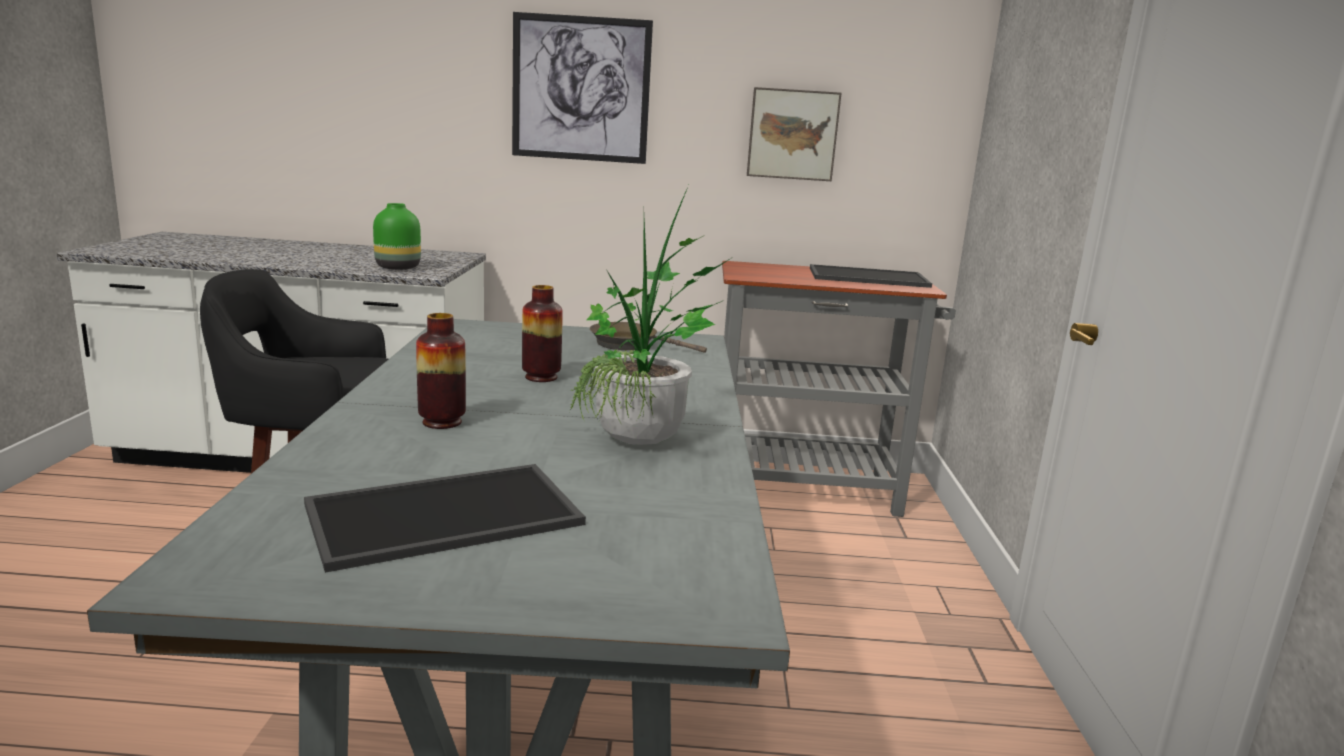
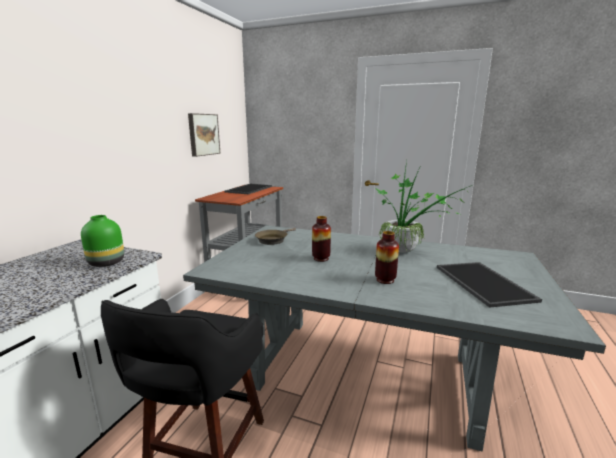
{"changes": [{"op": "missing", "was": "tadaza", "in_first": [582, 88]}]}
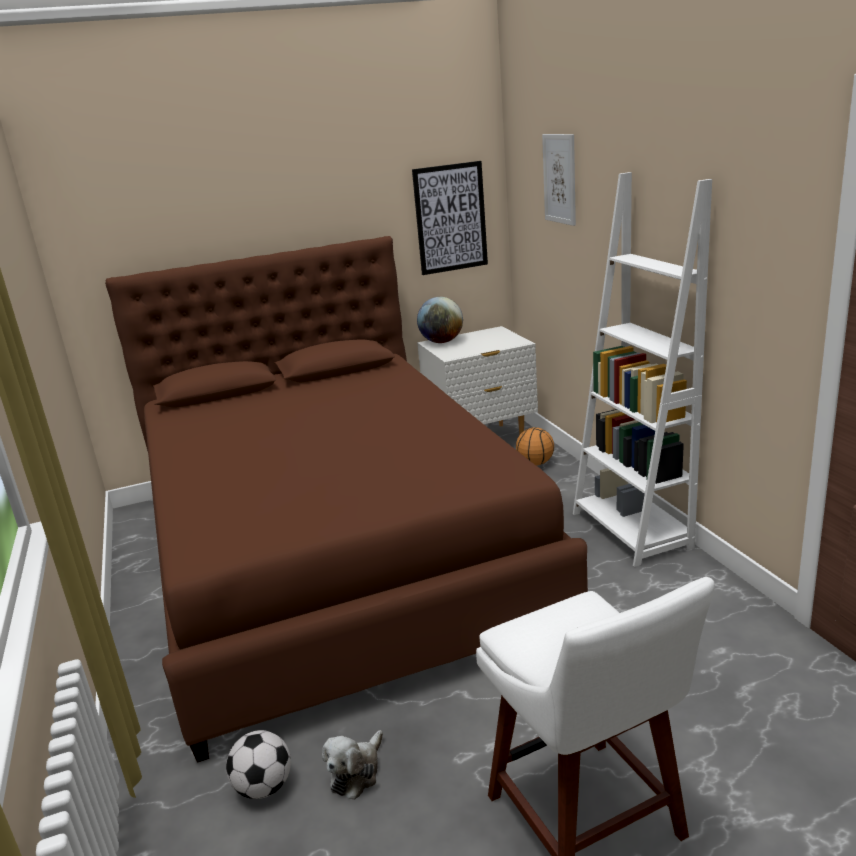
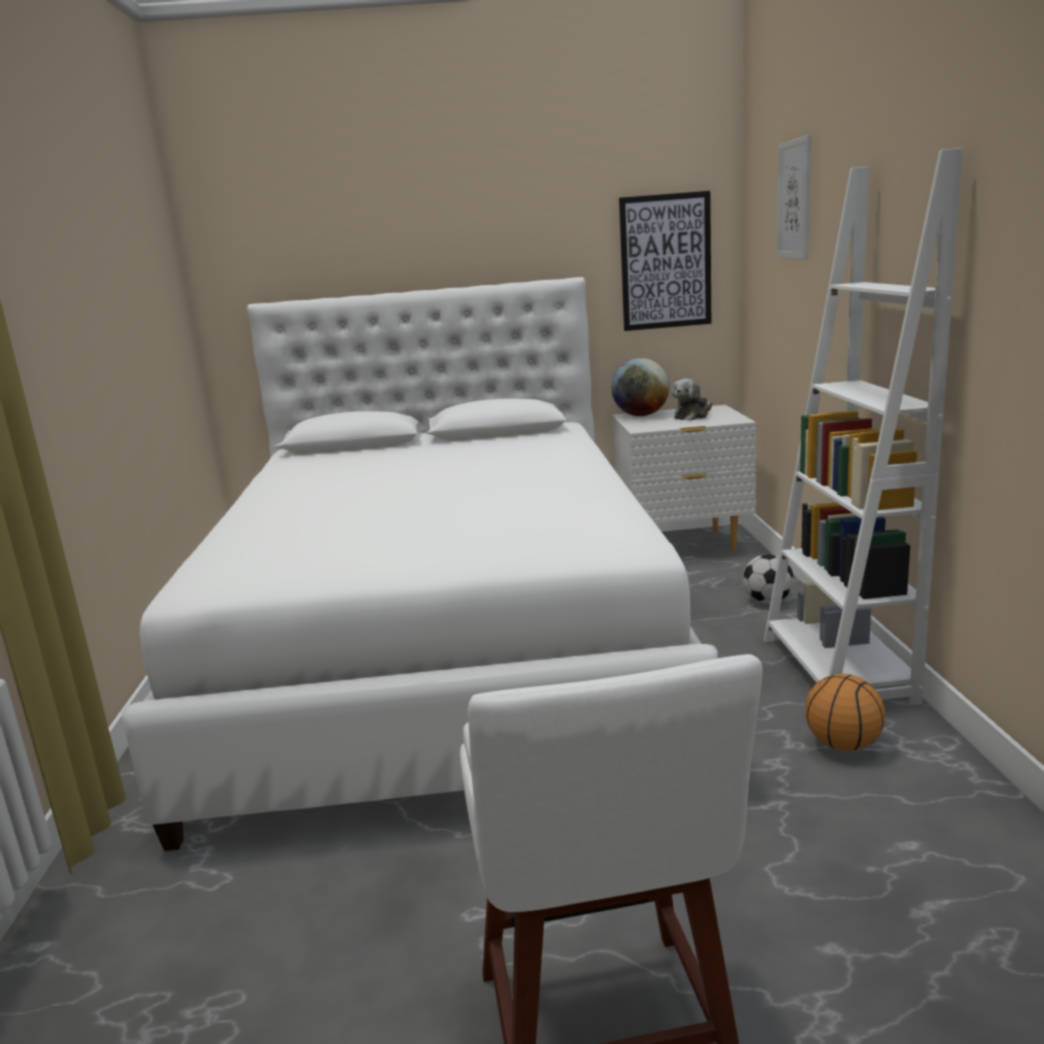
{"changes": [{"op": "colour", "was": "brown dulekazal", "now": "white dulekazal", "in_first": [346, 499], "in_second": [420, 564]}, {"op": "relocated", "was": "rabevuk", "in_first": [352, 765], "in_second": [692, 400]}, {"op": "relocated", "was": "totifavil", "in_first": [258, 764], "in_second": [768, 579]}, {"op": "relocated", "was": "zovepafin", "in_first": [535, 446], "in_second": [845, 712]}]}
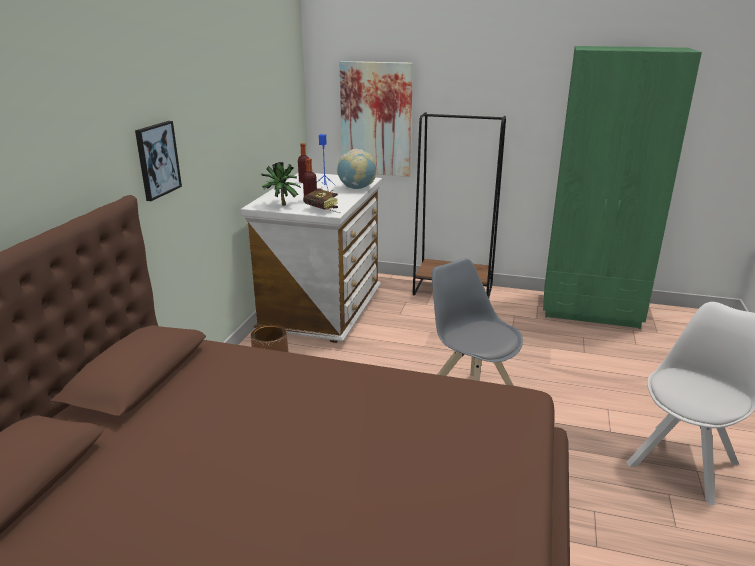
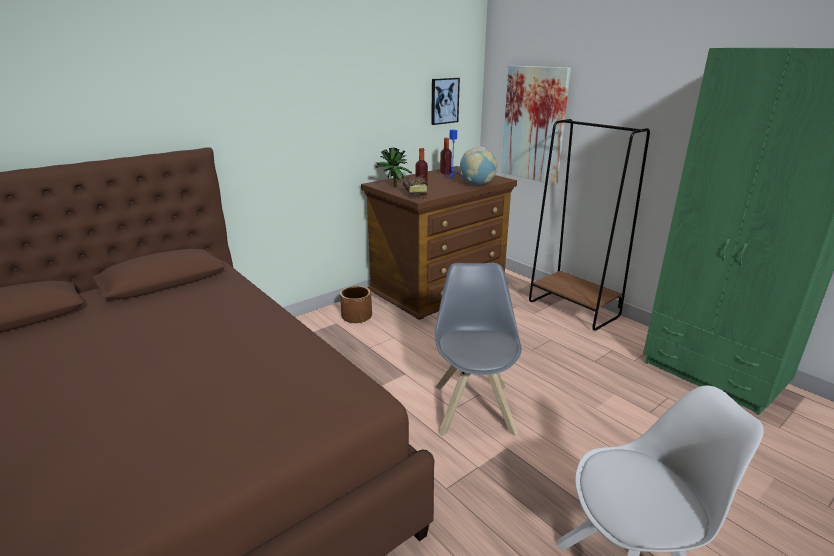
{"changes": [{"op": "colour", "was": "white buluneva", "now": "brown buluneva", "in_first": [311, 258], "in_second": [439, 243]}, {"op": "relocated", "was": "tadaza", "in_first": [158, 161], "in_second": [445, 101]}]}
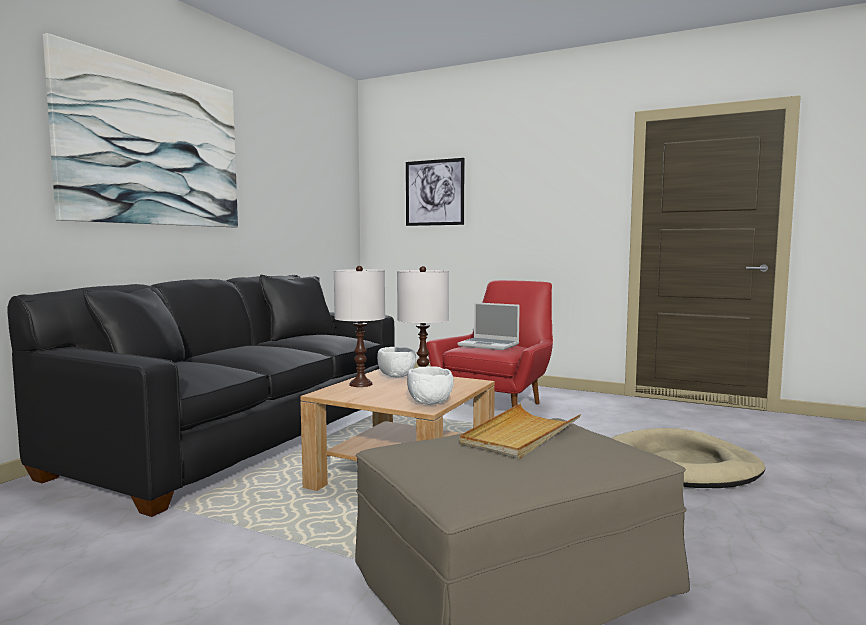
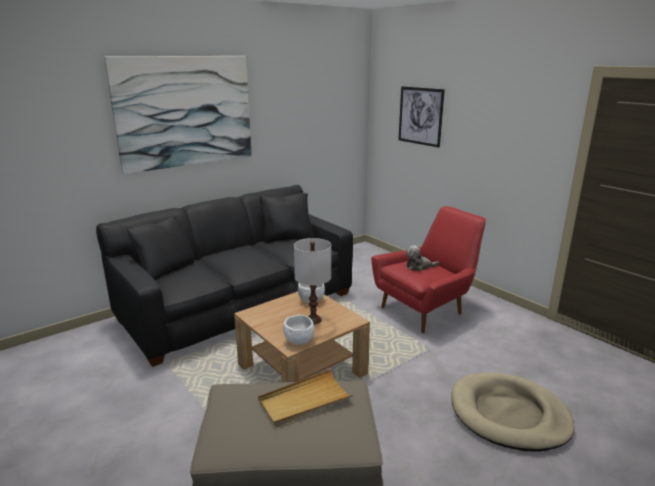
{"changes": [{"op": "exchanged", "was": "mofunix", "now": "rabevuk", "in_first": [489, 326], "in_second": [422, 258]}, {"op": "missing", "was": "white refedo", "in_first": [359, 326]}]}
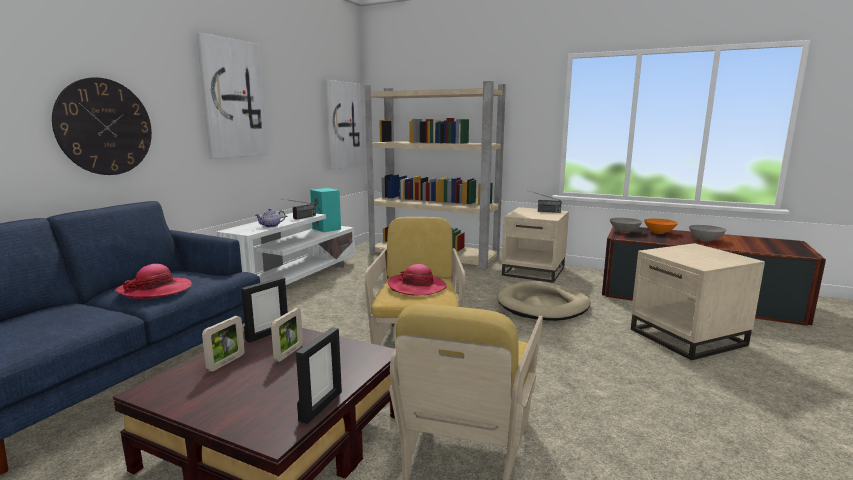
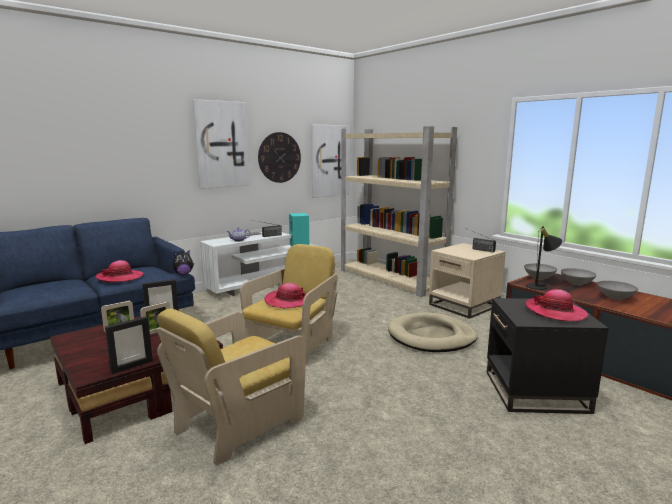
{"changes": [{"op": "appeared", "now": "rabevuk", "in_second": [183, 262]}, {"op": "relocated", "was": "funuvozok", "in_first": [102, 126], "in_second": [279, 157]}, {"op": "colour", "was": "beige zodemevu", "now": "black zodemevu", "in_first": [698, 301], "in_second": [548, 356]}, {"op": "appeared", "now": "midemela", "in_second": [557, 305]}, {"op": "appeared", "now": "black refedo", "in_second": [544, 258]}, {"op": "colour", "was": "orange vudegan", "now": "grey vudegan", "in_first": [661, 226], "in_second": [578, 277]}]}
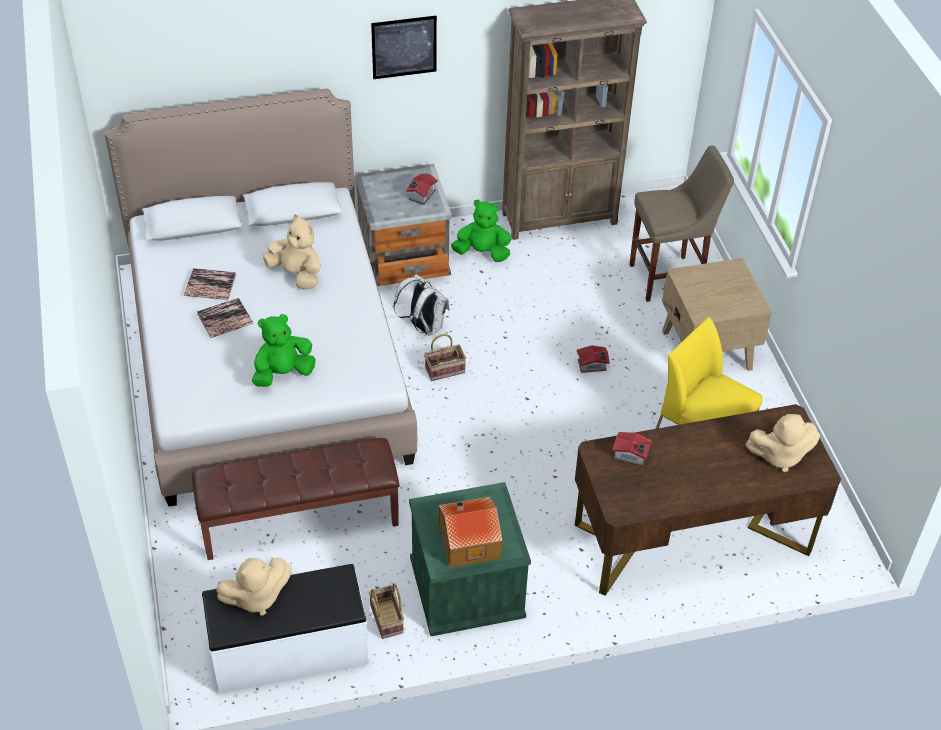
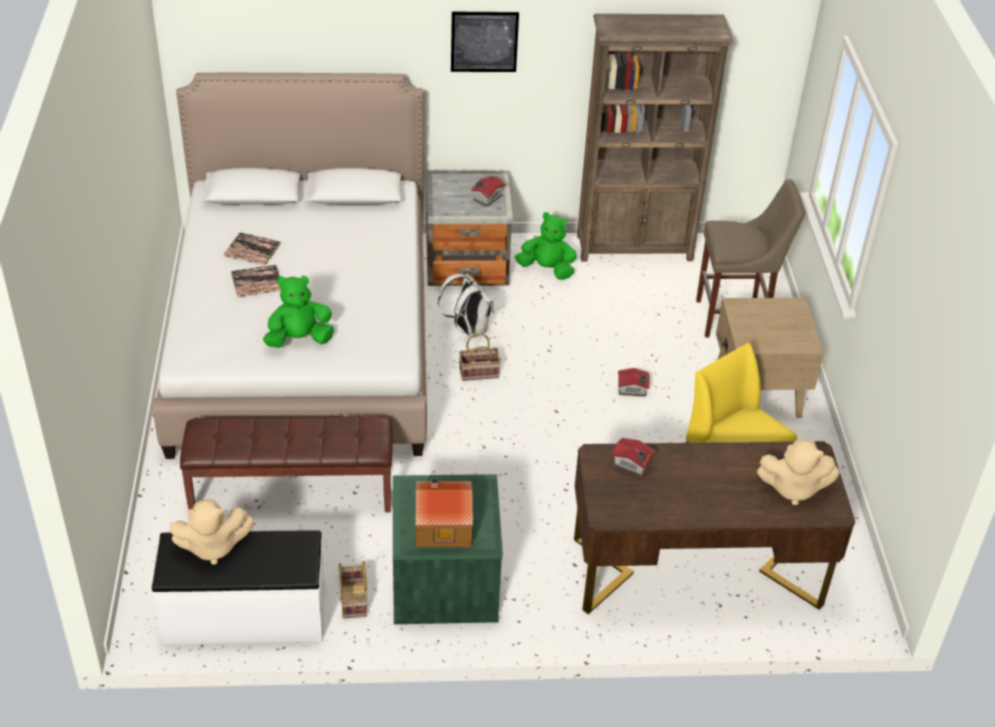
{"changes": [{"op": "missing", "was": "beige rabevuk", "in_first": [292, 252]}]}
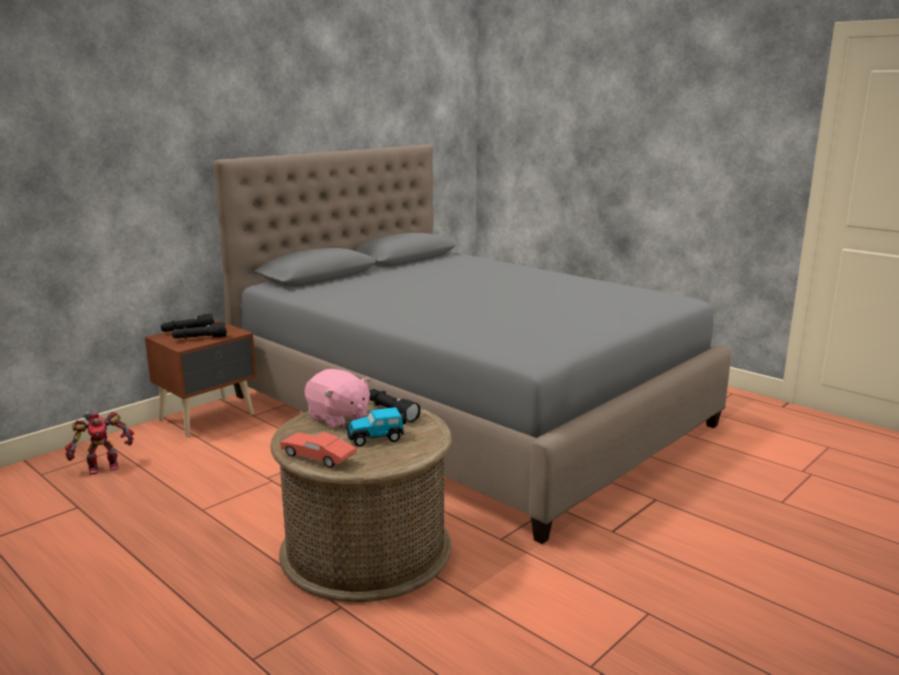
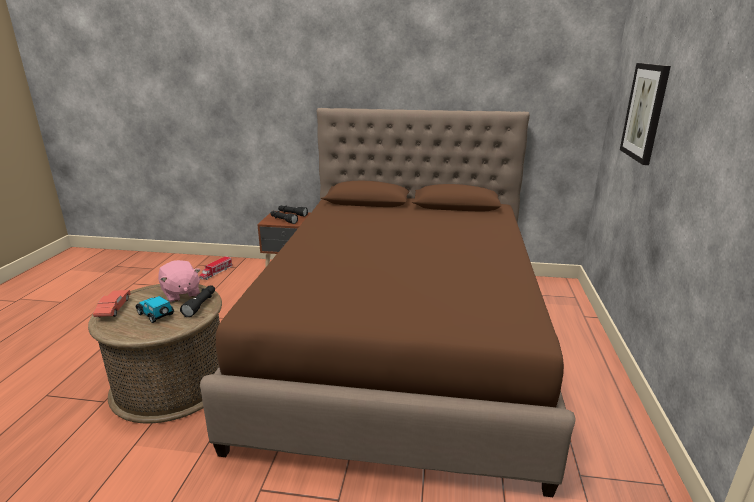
{"changes": [{"op": "spun", "was": "pink rabevuk", "in_first": [338, 399], "in_second": [179, 281], "clockwise": -45}, {"op": "exchanged", "was": "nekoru", "now": "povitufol", "in_first": [99, 442], "in_second": [216, 268]}, {"op": "colour", "was": "grey dulekazal", "now": "brown dulekazal", "in_first": [472, 344], "in_second": [388, 302]}, {"op": "appeared", "now": "tadaza", "in_second": [645, 114]}]}
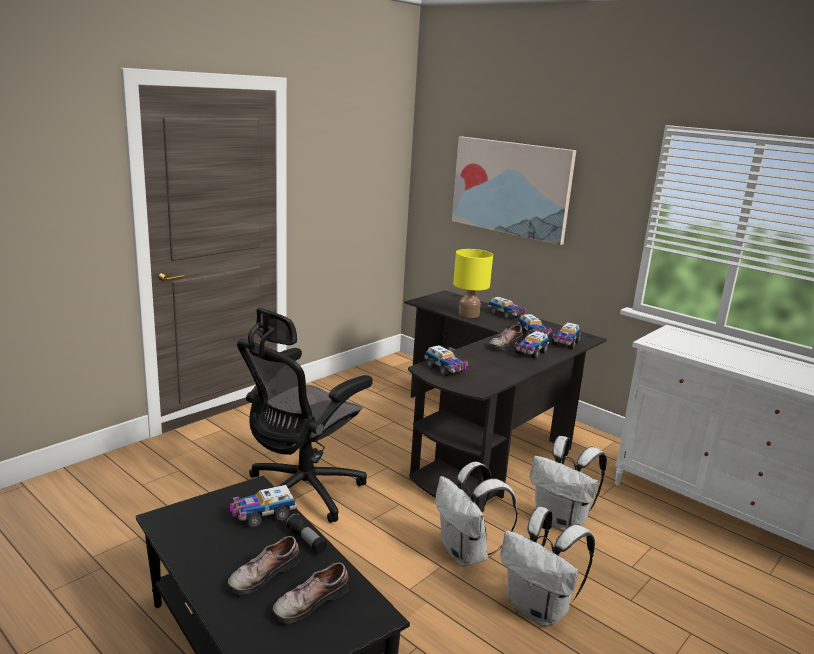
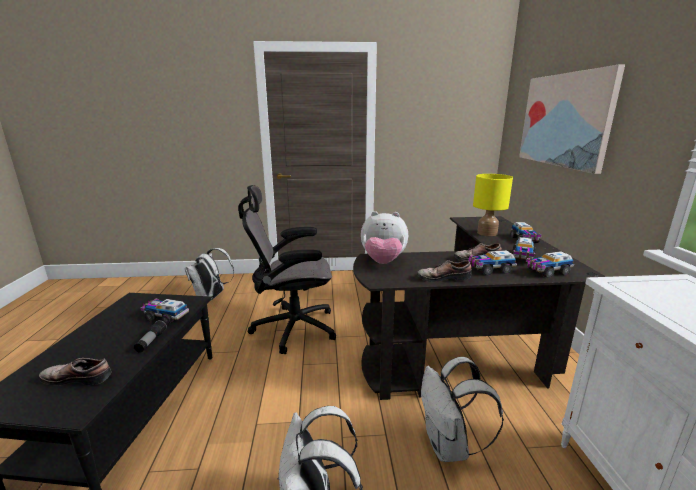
{"changes": [{"op": "relocated", "was": "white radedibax", "in_first": [476, 514], "in_second": [209, 274]}, {"op": "exchanged", "was": "povitufol", "now": "rabevuk", "in_first": [446, 360], "in_second": [384, 237]}, {"op": "relocated", "was": "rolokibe", "in_first": [264, 565], "in_second": [444, 271]}]}
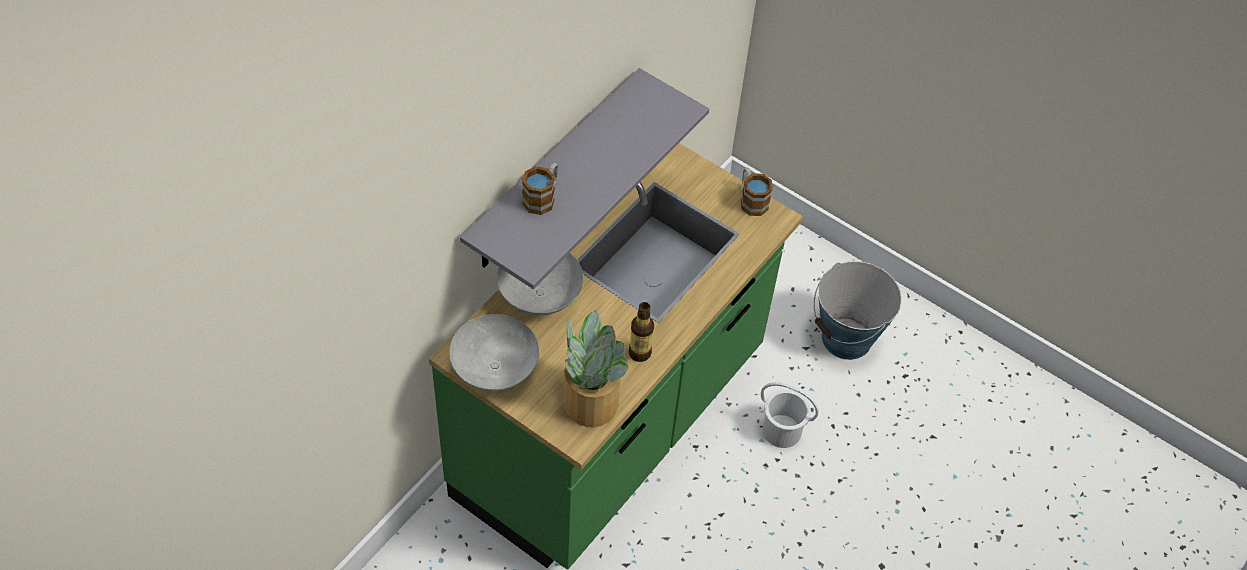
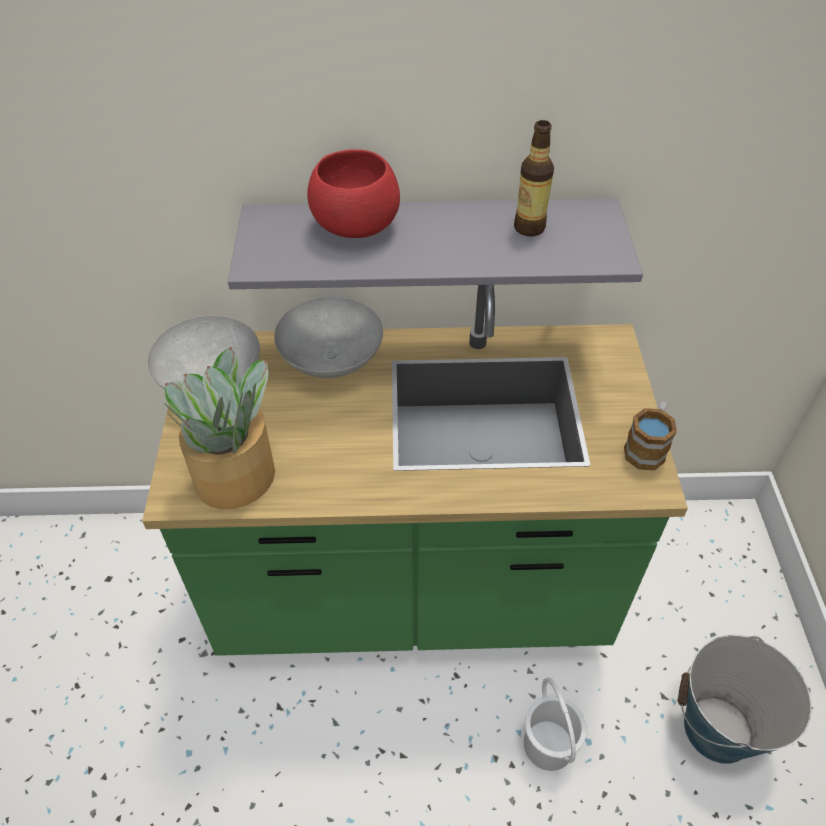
{"changes": [{"op": "exchanged", "was": "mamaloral", "now": "red vudegan", "in_first": [540, 189], "in_second": [353, 193]}, {"op": "relocated", "was": "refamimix", "in_first": [641, 332], "in_second": [534, 178]}]}
